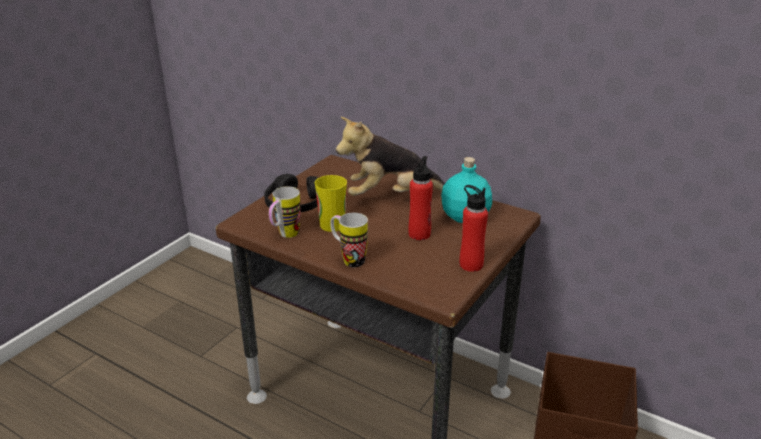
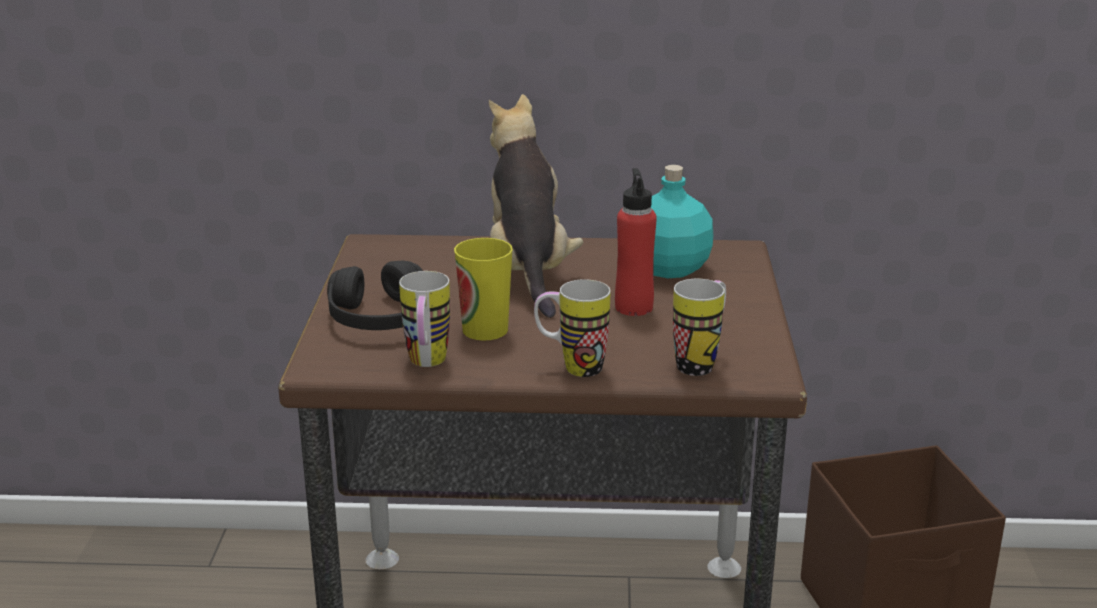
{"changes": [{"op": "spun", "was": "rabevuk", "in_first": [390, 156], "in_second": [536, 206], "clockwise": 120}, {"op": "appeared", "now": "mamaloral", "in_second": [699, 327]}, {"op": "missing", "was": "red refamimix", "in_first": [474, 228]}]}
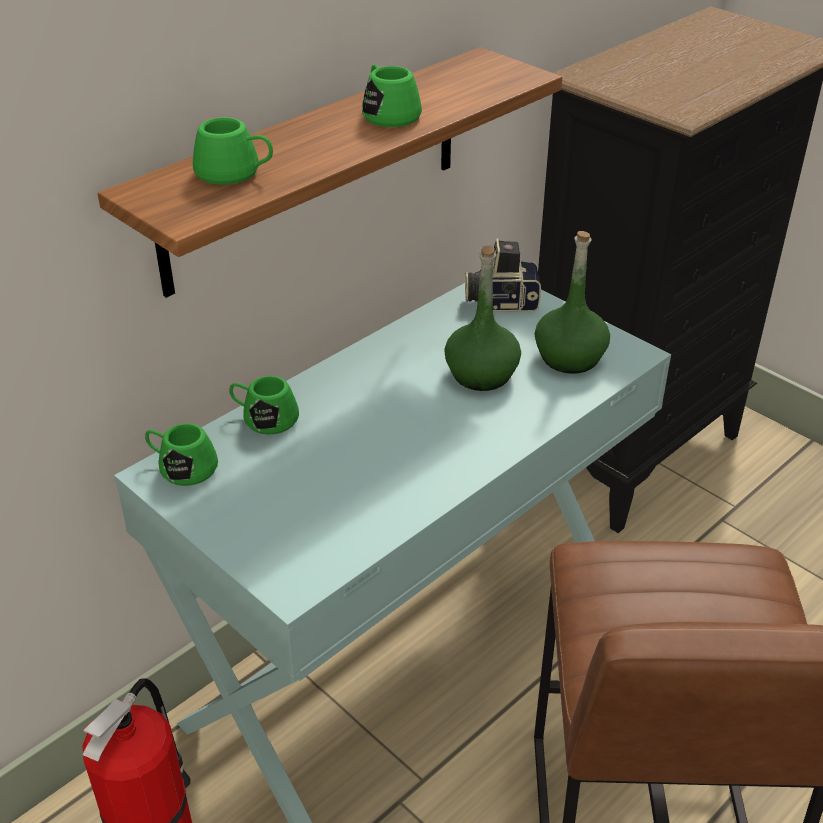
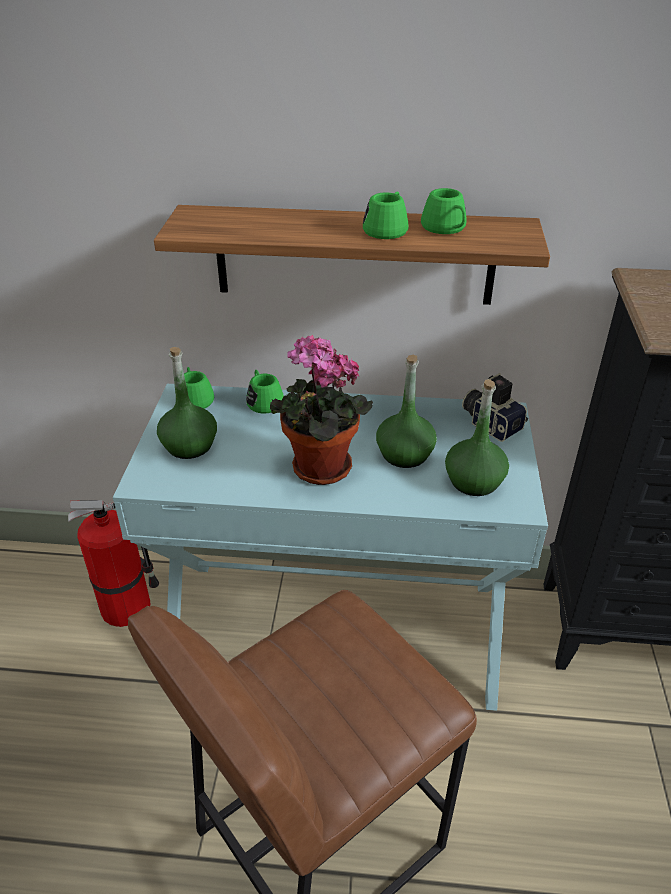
{"changes": [{"op": "appeared", "now": "green refamimix", "in_second": [187, 403]}, {"op": "appeared", "now": "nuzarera", "in_second": [321, 410]}, {"op": "relocated", "was": "green mamaloral", "in_first": [233, 151], "in_second": [444, 211]}]}
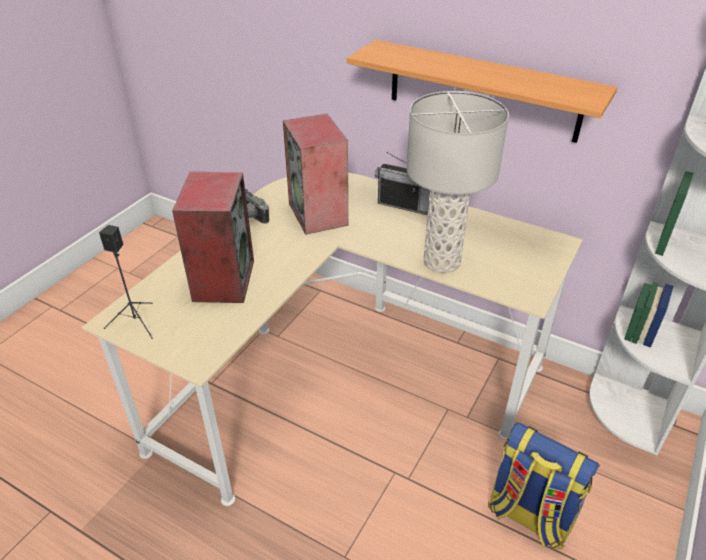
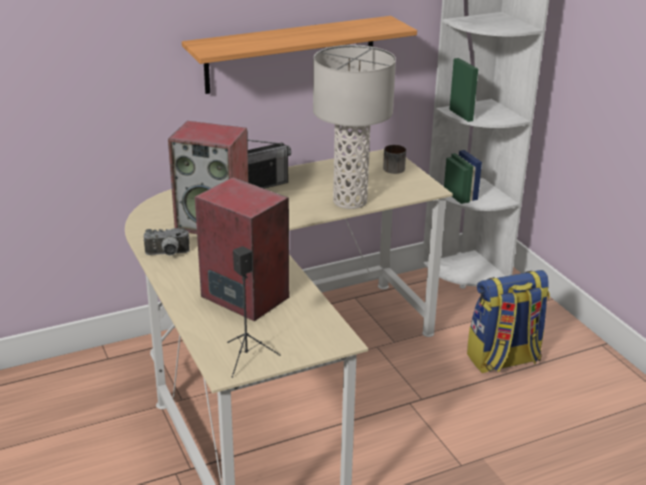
{"changes": [{"op": "appeared", "now": "mamaloral", "in_second": [394, 159]}]}
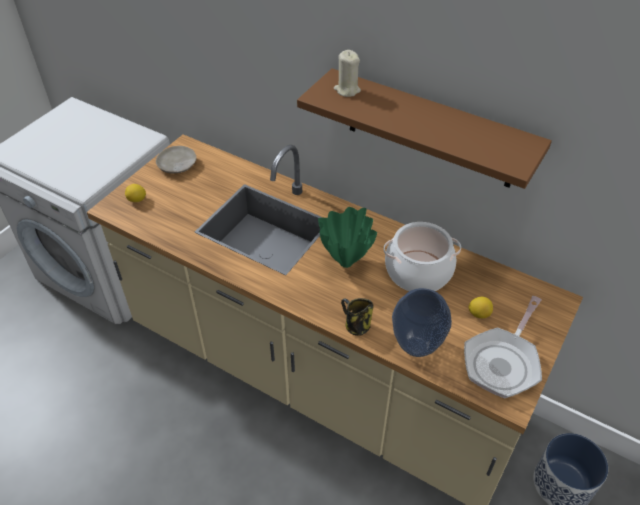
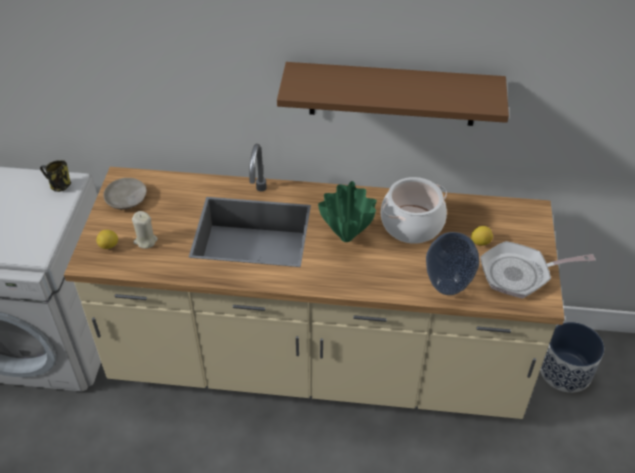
{"changes": [{"op": "relocated", "was": "mamaloral", "in_first": [357, 317], "in_second": [55, 176]}, {"op": "relocated", "was": "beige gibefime", "in_first": [347, 73], "in_second": [145, 230]}, {"op": "spun", "was": "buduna", "in_first": [503, 347], "in_second": [537, 270], "clockwise": 75}]}
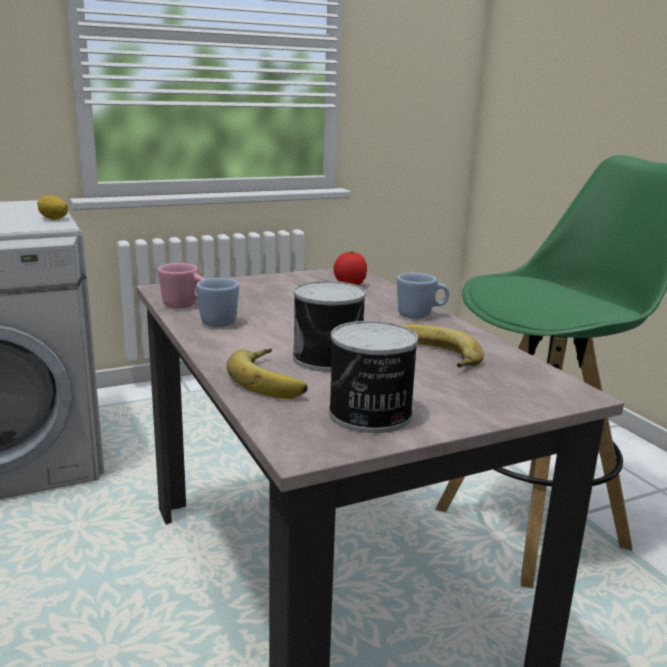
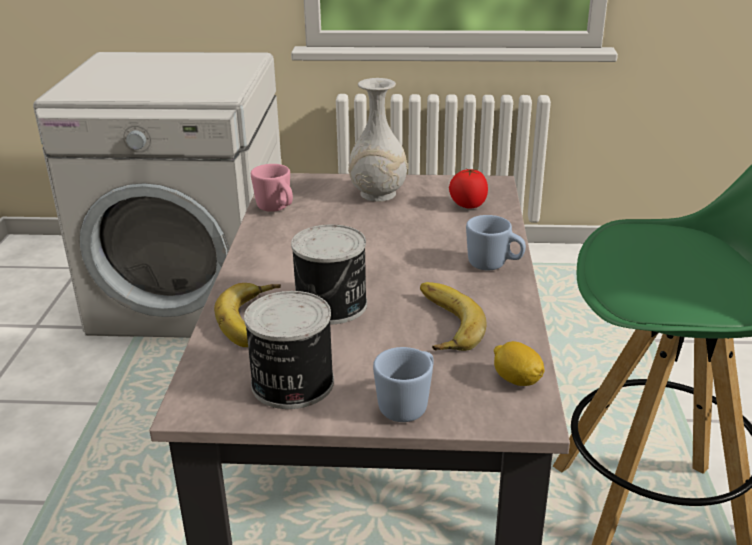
{"changes": [{"op": "appeared", "now": "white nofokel", "in_second": [377, 140]}, {"op": "relocated", "was": "blue mamaloral", "in_first": [217, 302], "in_second": [403, 384]}, {"op": "relocated", "was": "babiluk", "in_first": [52, 207], "in_second": [519, 363]}]}
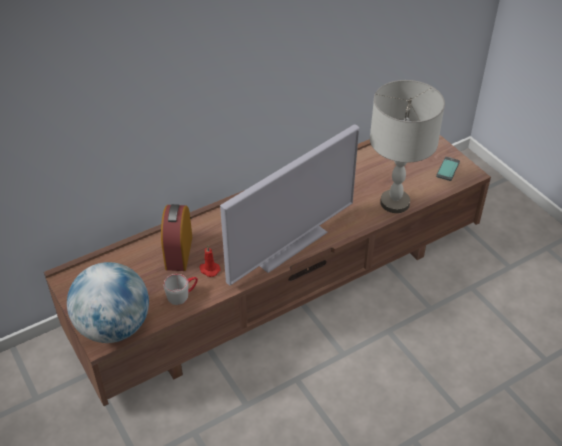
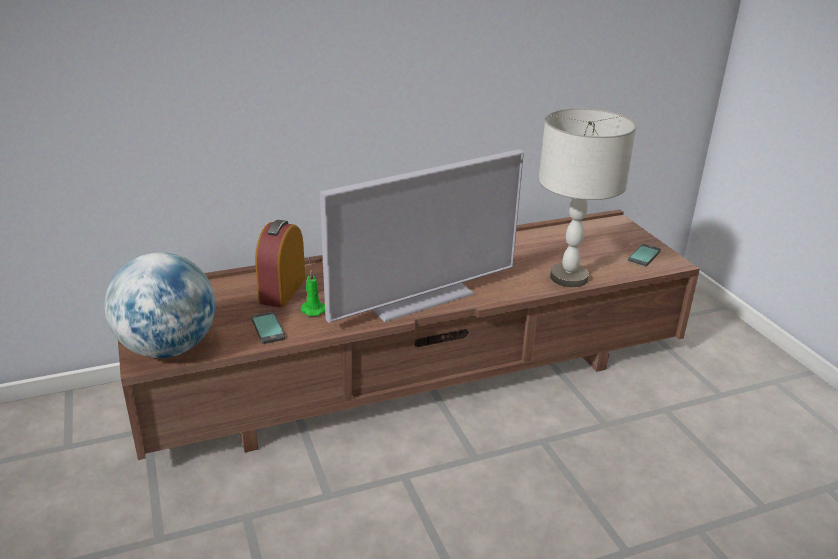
{"changes": [{"op": "exchanged", "was": "grey mamaloral", "now": "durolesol", "in_first": [180, 289], "in_second": [268, 328]}, {"op": "colour", "was": "red gibefime", "now": "green gibefime", "in_first": [210, 261], "in_second": [313, 293]}]}
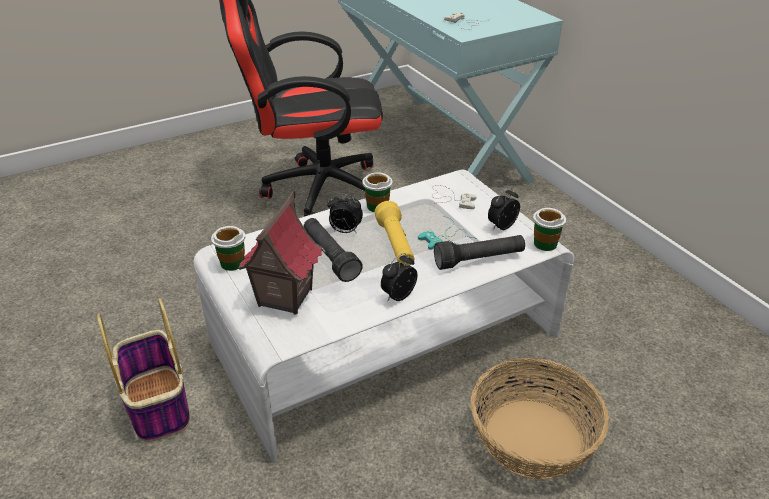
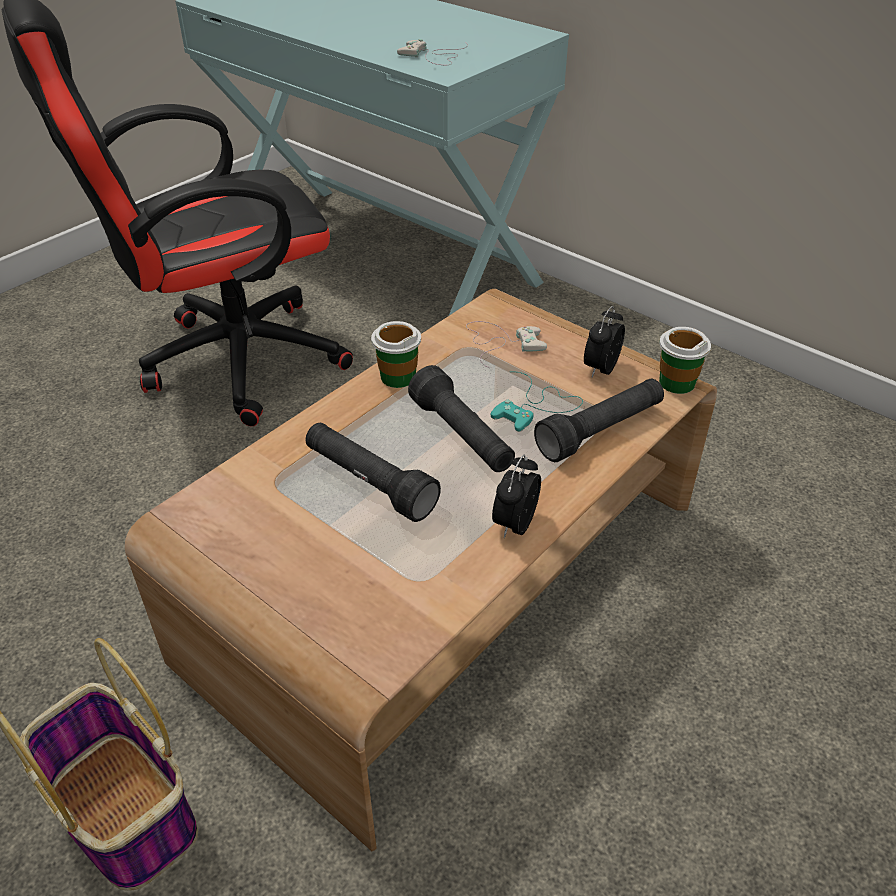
{"changes": [{"op": "colour", "was": "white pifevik", "now": "brown pifevik", "in_first": [384, 316], "in_second": [421, 570]}, {"op": "colour", "was": "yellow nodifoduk", "now": "black nodifoduk", "in_first": [394, 233], "in_second": [461, 418]}, {"op": "missing", "was": "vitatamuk", "in_first": [228, 248]}, {"op": "missing", "was": "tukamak", "in_first": [280, 253]}, {"op": "missing", "was": "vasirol", "in_first": [345, 213]}, {"op": "missing", "was": "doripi", "in_first": [540, 419]}]}
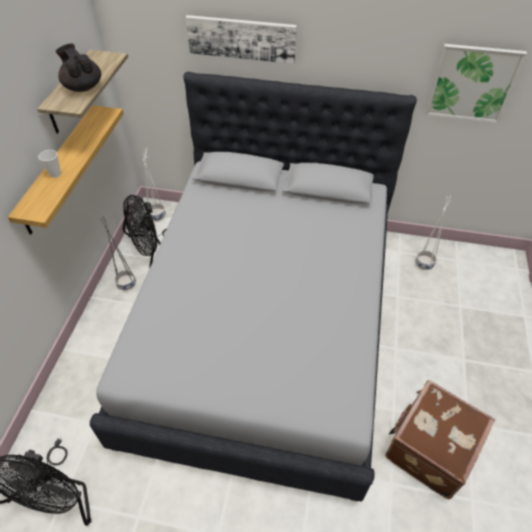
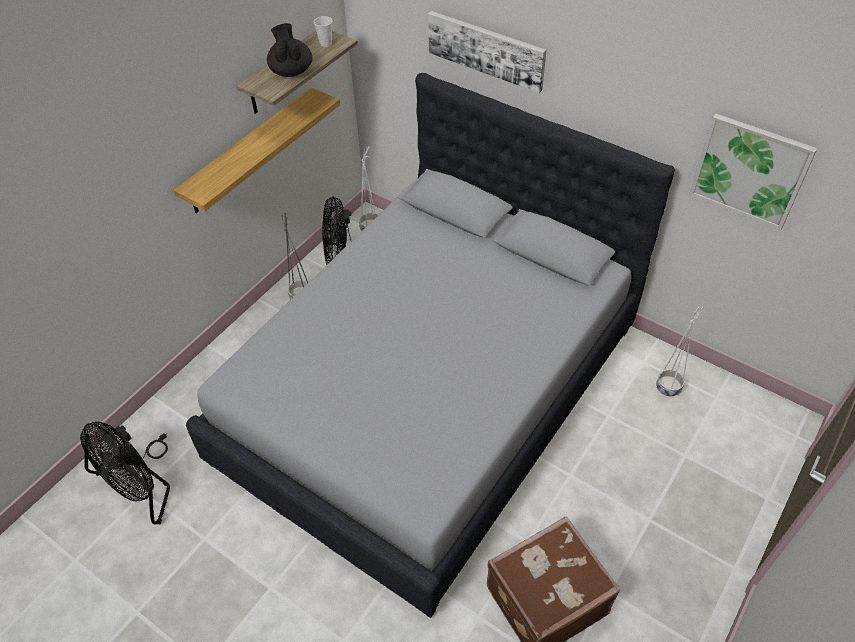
{"changes": [{"op": "relocated", "was": "vitatamuk", "in_first": [49, 164], "in_second": [323, 31]}]}
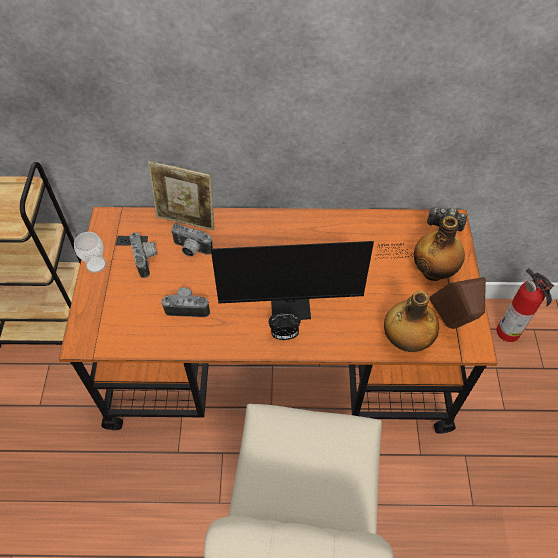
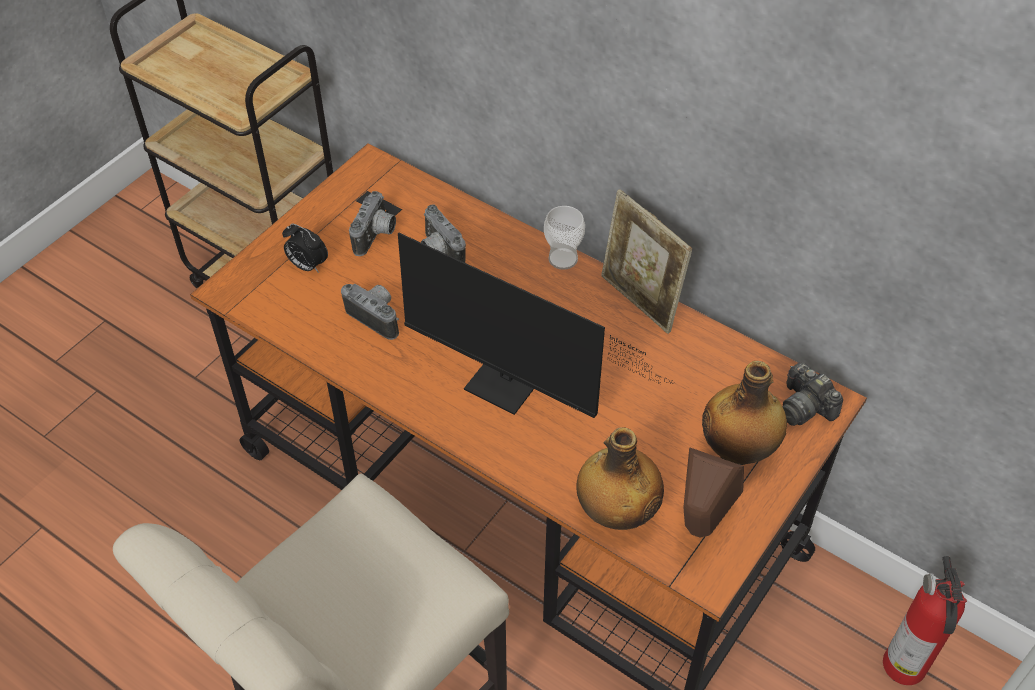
{"changes": [{"op": "relocated", "was": "vasirol", "in_first": [285, 326], "in_second": [305, 248]}, {"op": "relocated", "was": "vitatamuk", "in_first": [90, 252], "in_second": [564, 238]}, {"op": "relocated", "was": "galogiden", "in_first": [181, 195], "in_second": [646, 261]}]}
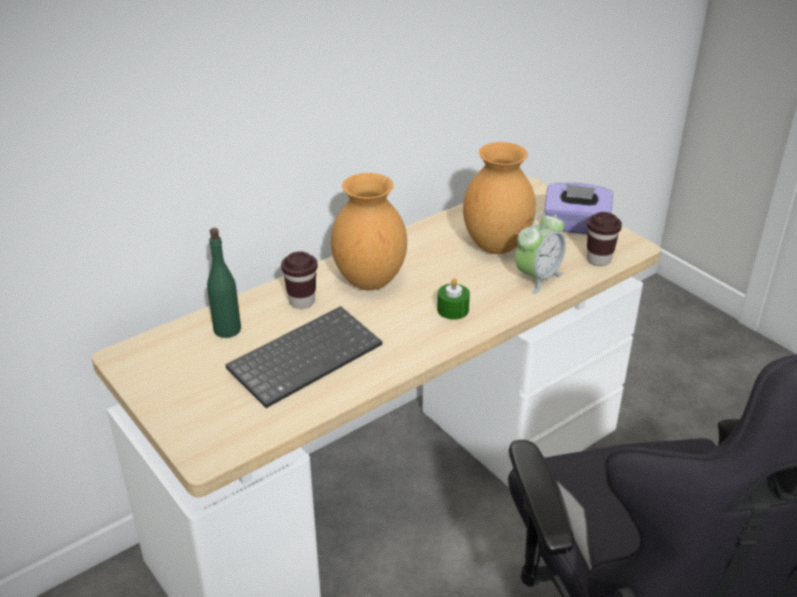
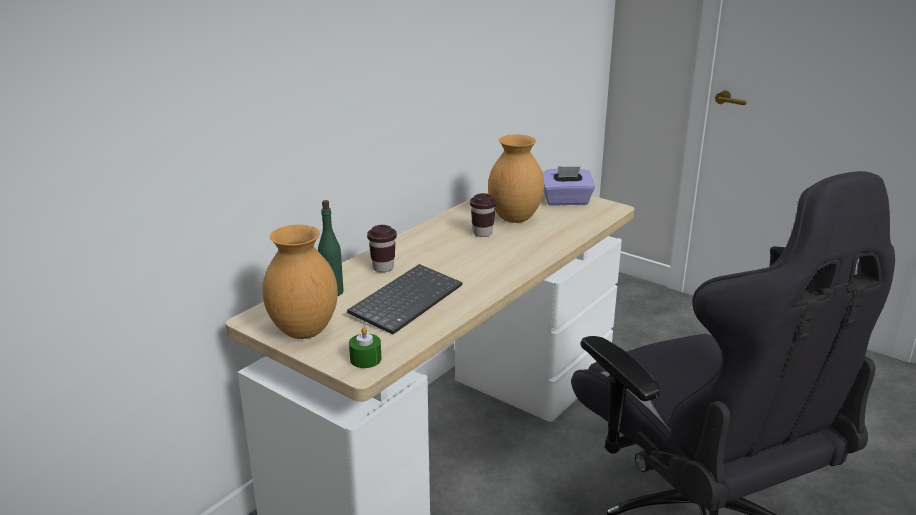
{"changes": [{"op": "relocated", "was": "brown nofokel", "in_first": [369, 231], "in_second": [300, 282]}, {"op": "relocated", "was": "green gibefime", "in_first": [453, 299], "in_second": [365, 347]}, {"op": "relocated", "was": "brown vitatamuk", "in_first": [604, 239], "in_second": [483, 215]}, {"op": "missing", "was": "vasirol", "in_first": [540, 253]}]}
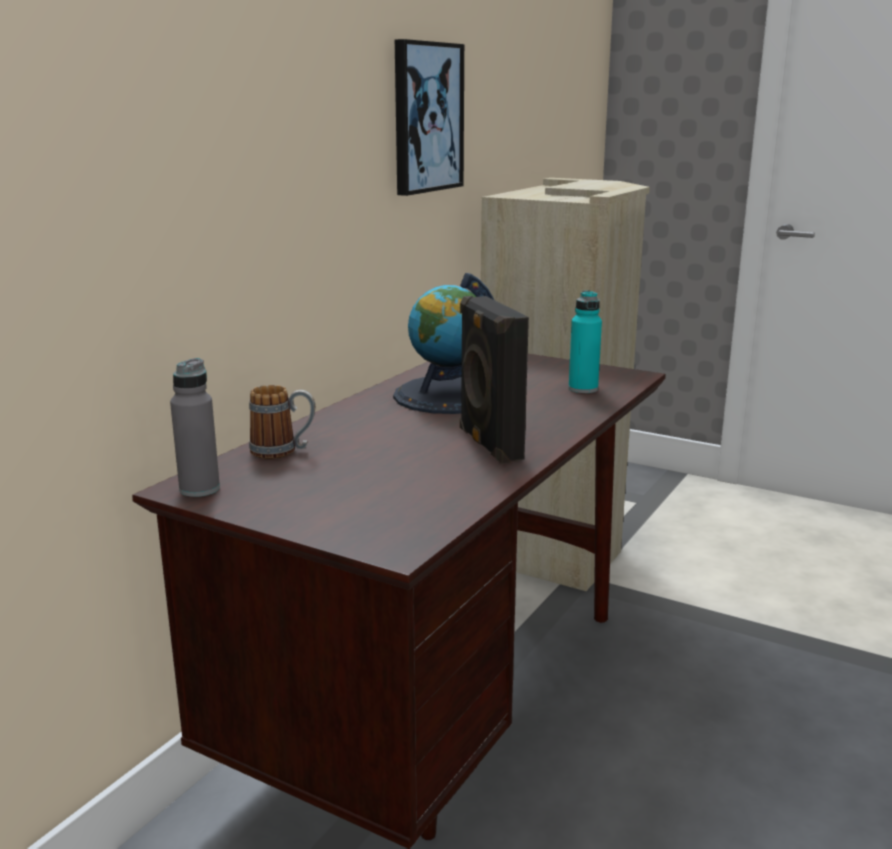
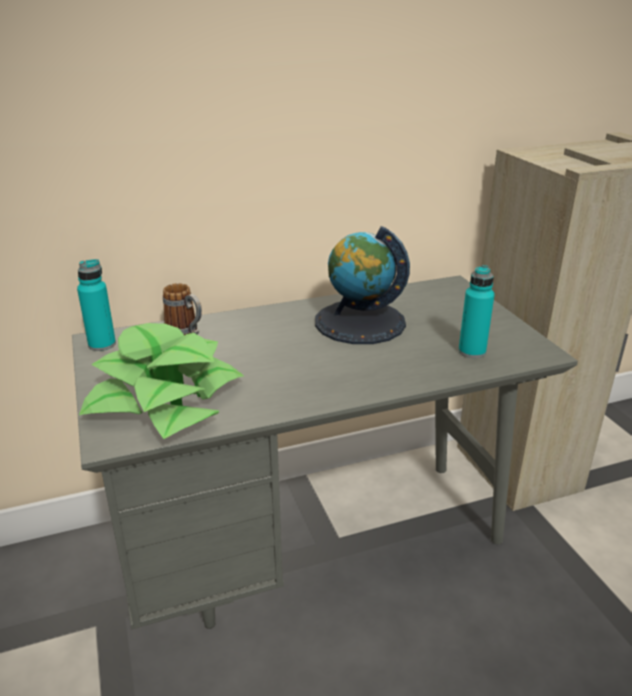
{"changes": [{"op": "colour", "was": "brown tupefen", "now": "grey tupefen", "in_first": [399, 601], "in_second": [325, 452]}, {"op": "colour", "was": "grey refamimix", "now": "turquoise refamimix", "in_first": [195, 427], "in_second": [96, 305]}, {"op": "appeared", "now": "nuzarera", "in_second": [161, 381]}, {"op": "missing", "was": "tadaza", "in_first": [429, 117]}, {"op": "missing", "was": "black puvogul", "in_first": [494, 380]}]}
